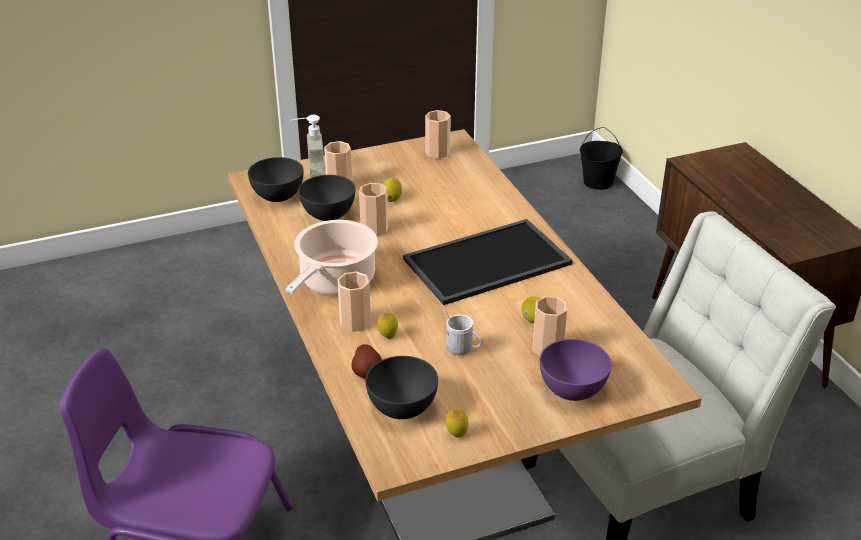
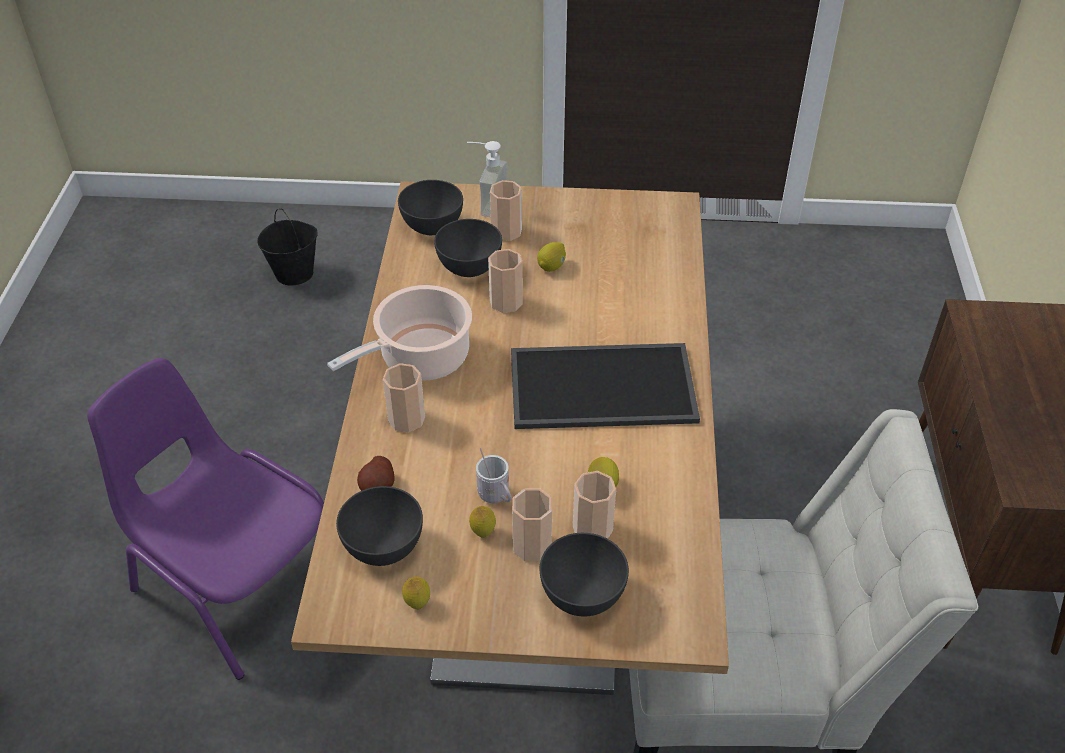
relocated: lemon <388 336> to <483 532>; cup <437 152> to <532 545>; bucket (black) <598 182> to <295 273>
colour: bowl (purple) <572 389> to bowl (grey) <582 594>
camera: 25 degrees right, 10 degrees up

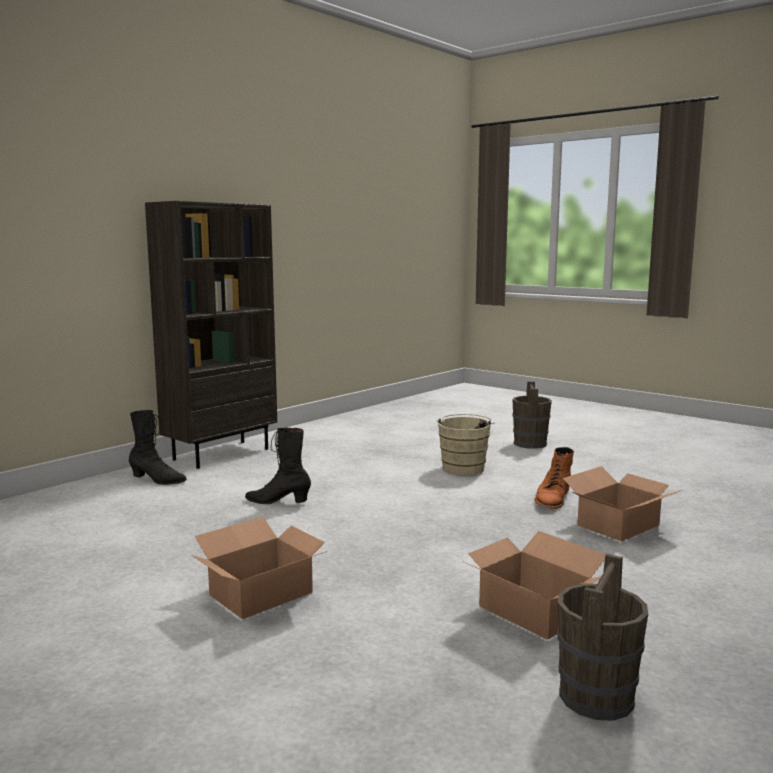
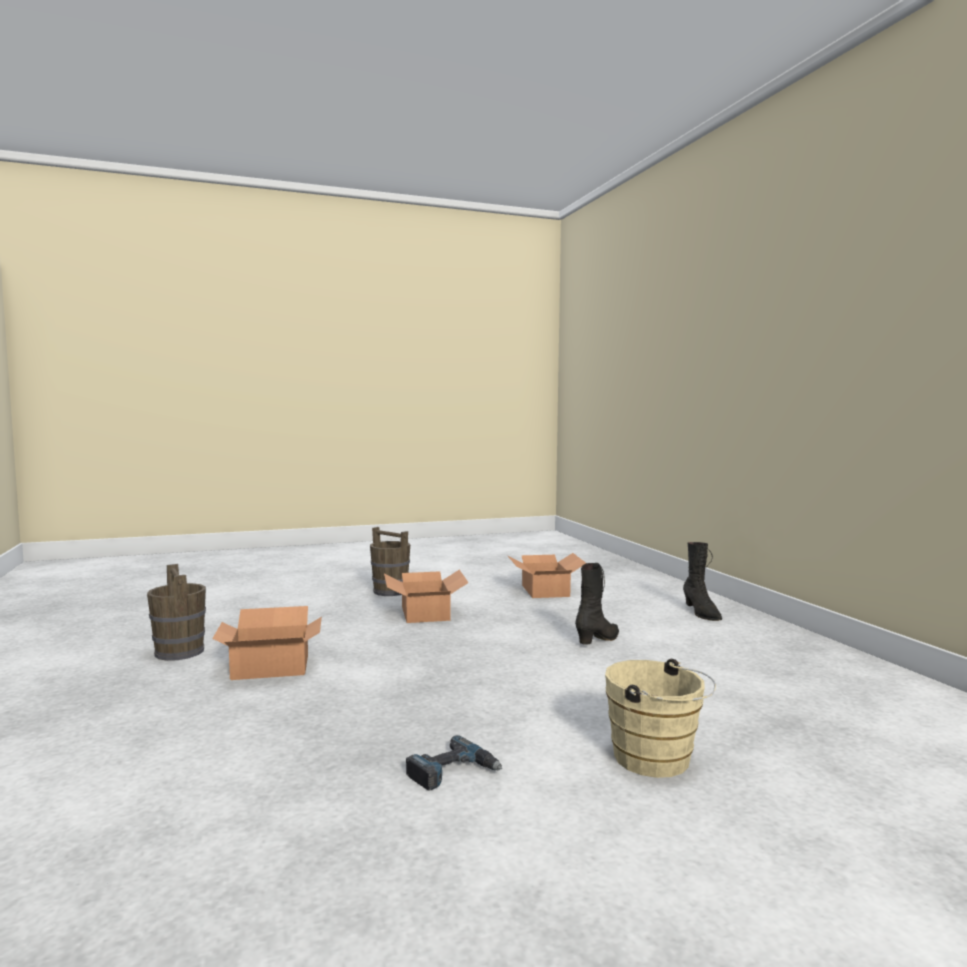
missing: bookcase (brown) <221 454>
relocated: bucket (brown) <530 444> to <390 591>; cardboard box <617 525> to <546 590>
exchanged: boot (orange) <552 499> to power drill <453 773>
spun: boot (black) <157 480> = <701 613> 60 degrees counterclockwise
camera: 120 degrees right, 5 degrees down

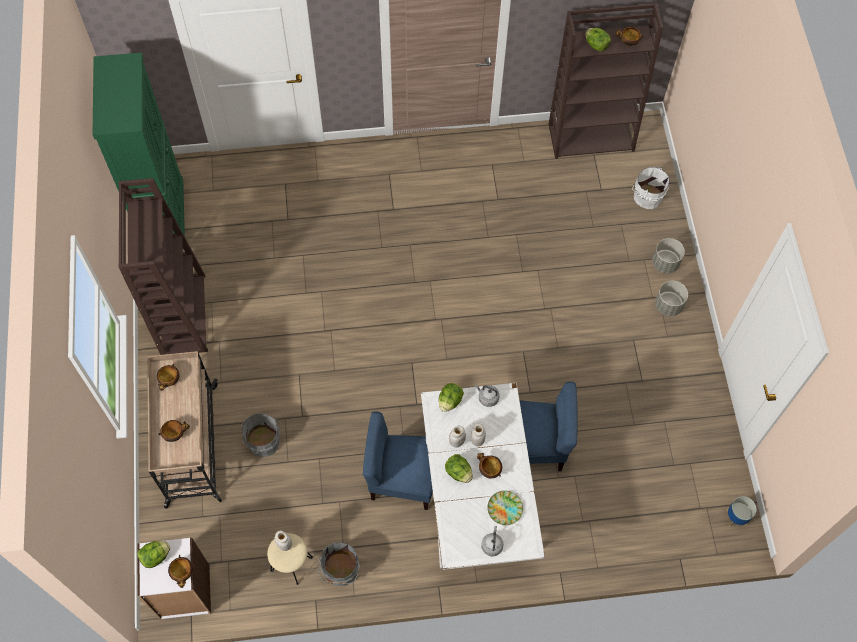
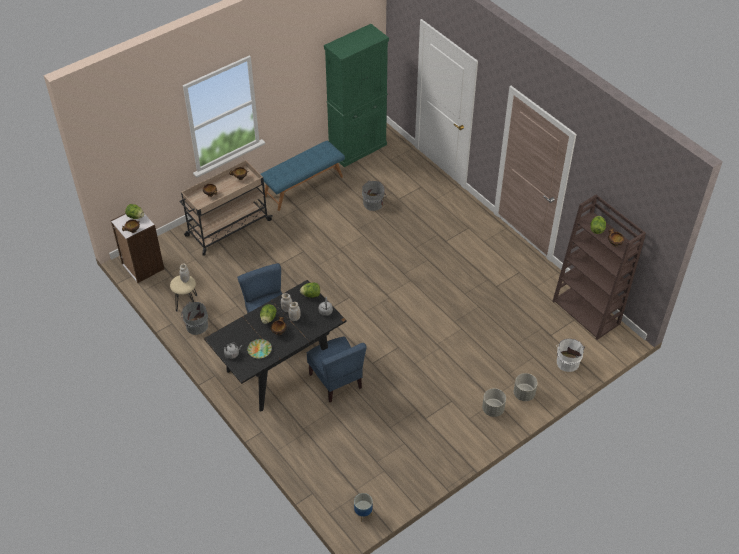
relocated: bucket (grey) <264 440> to <374 203>
exchanged: bookcase (brown) <182 314> to bench (blue) <303 186>
colour: dining table (white) <476 502> to dining table (black) <279 369>
camera: 60 degrees right, 15 degrees down

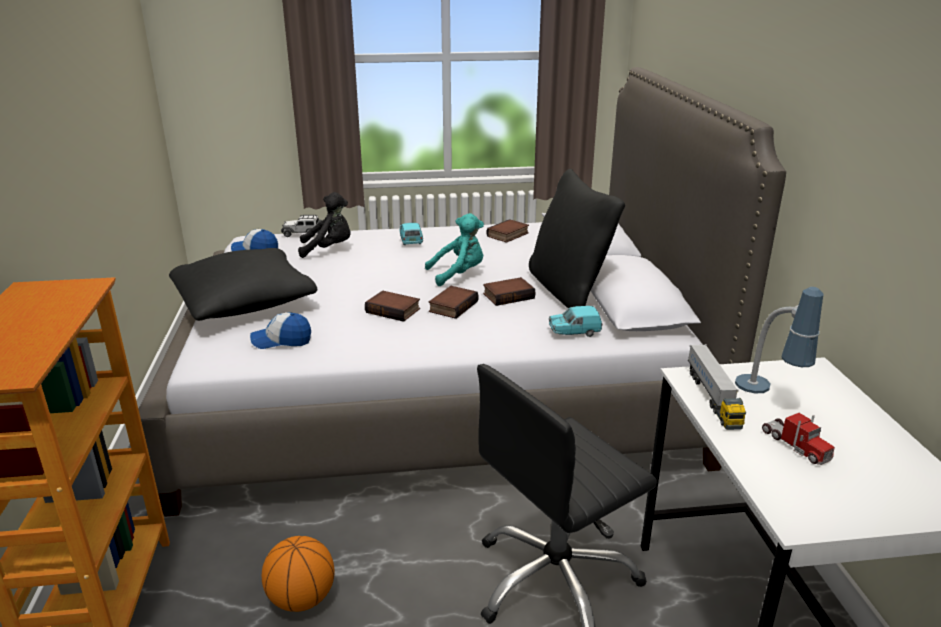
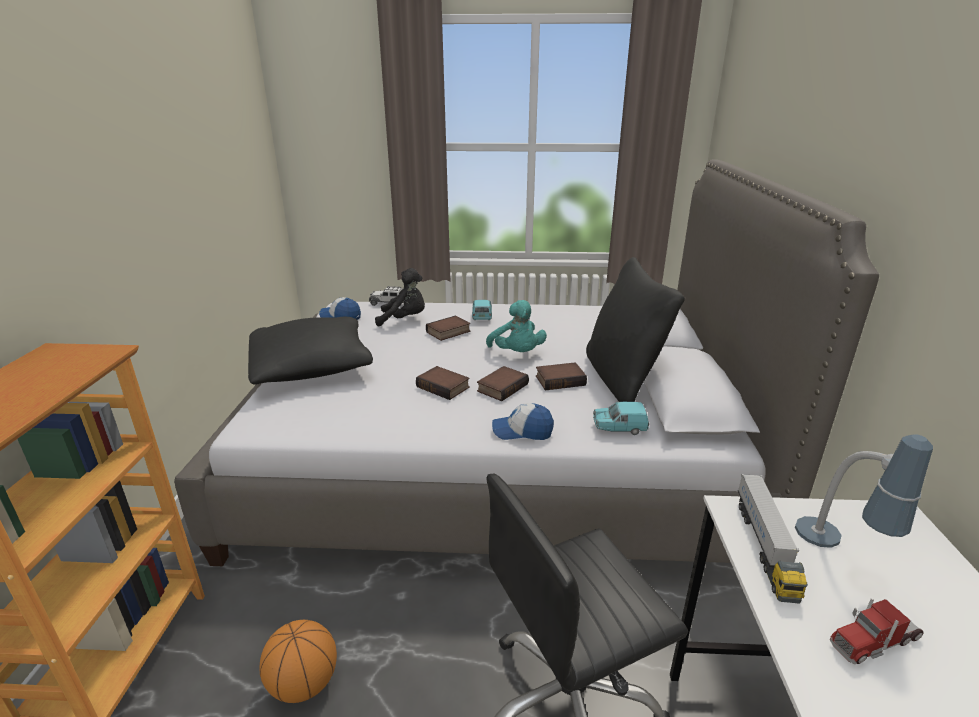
relocated: cap <282 340> to <522 431>; book <508 235> to <448 332>
spun: plush toy (turquoise) <458 274> = <517 354> 75 degrees clockwise; toy truck <795 445> = <874 641> 90 degrees clockwise
camera: 10 degrees right, 0 degrees up

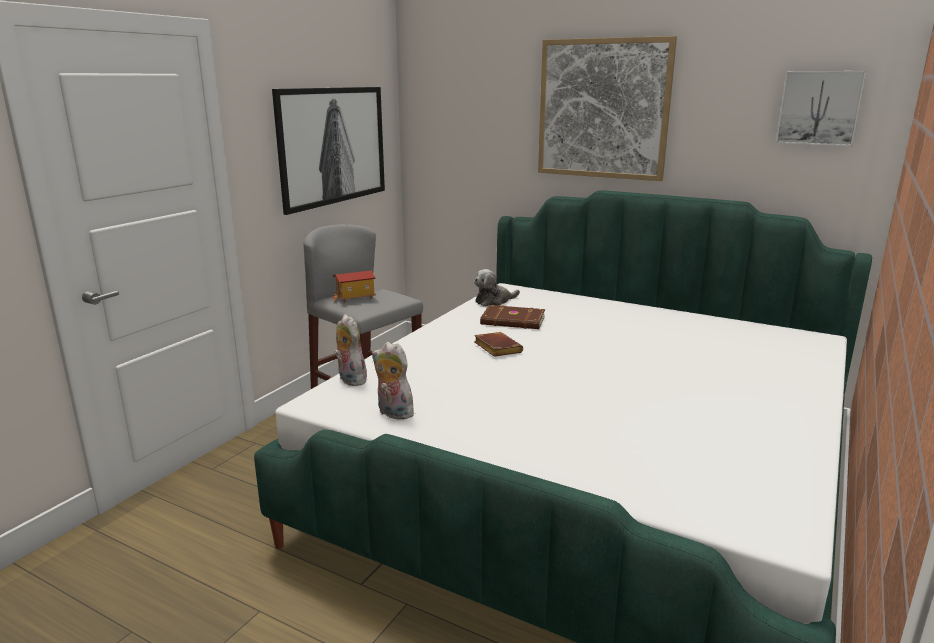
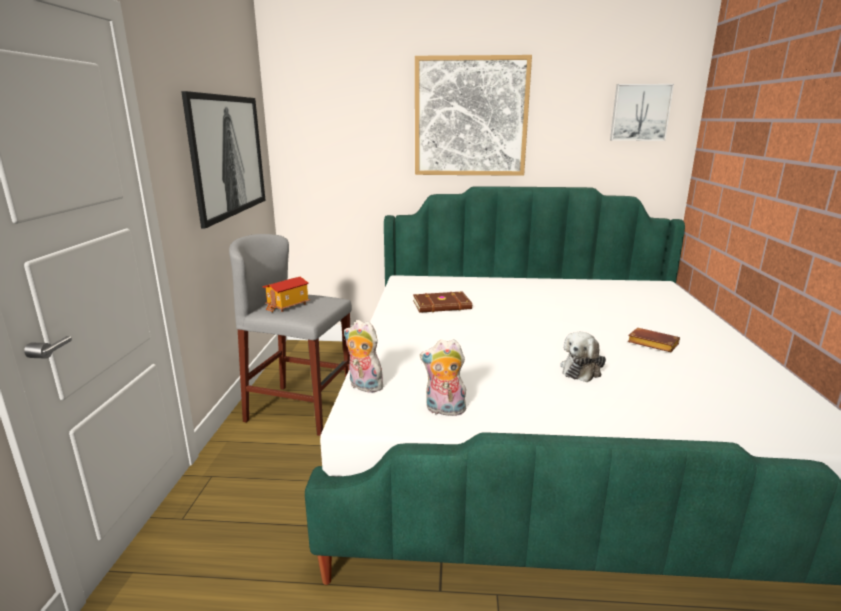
relocated: plush toy <494 301> to <582 370>; book (brown) <496 348> to <651 344>
camera: 25 degrees left, 0 degrees up

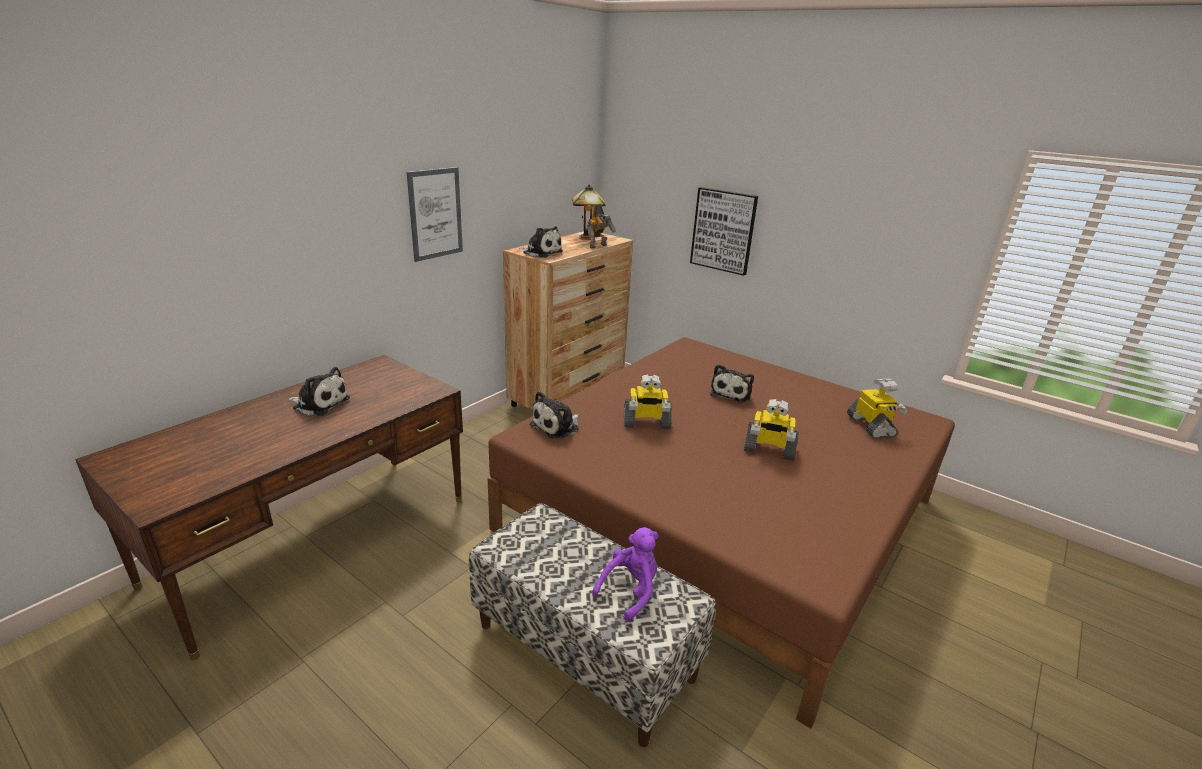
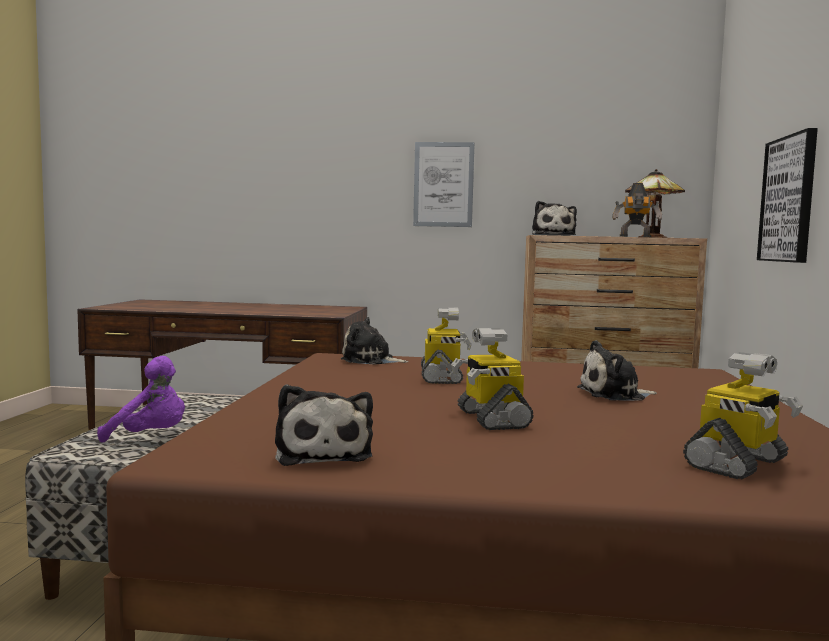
relocated: plush toy <319 403> to <323 453>
spun: toy robot <646 423> = <442 377> 150 degrees counterclockwise
camera: 60 degrees right, 20 degrees down

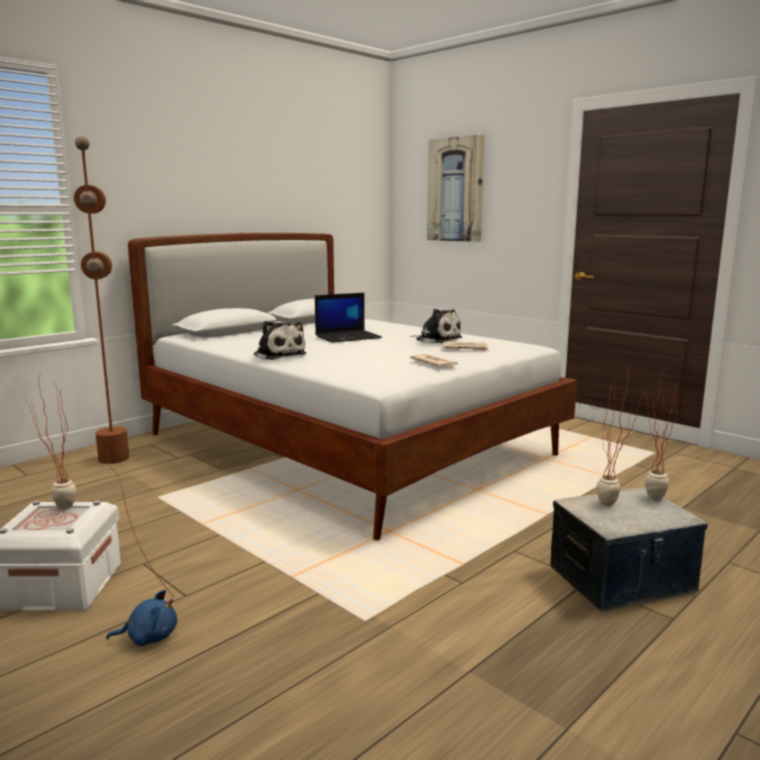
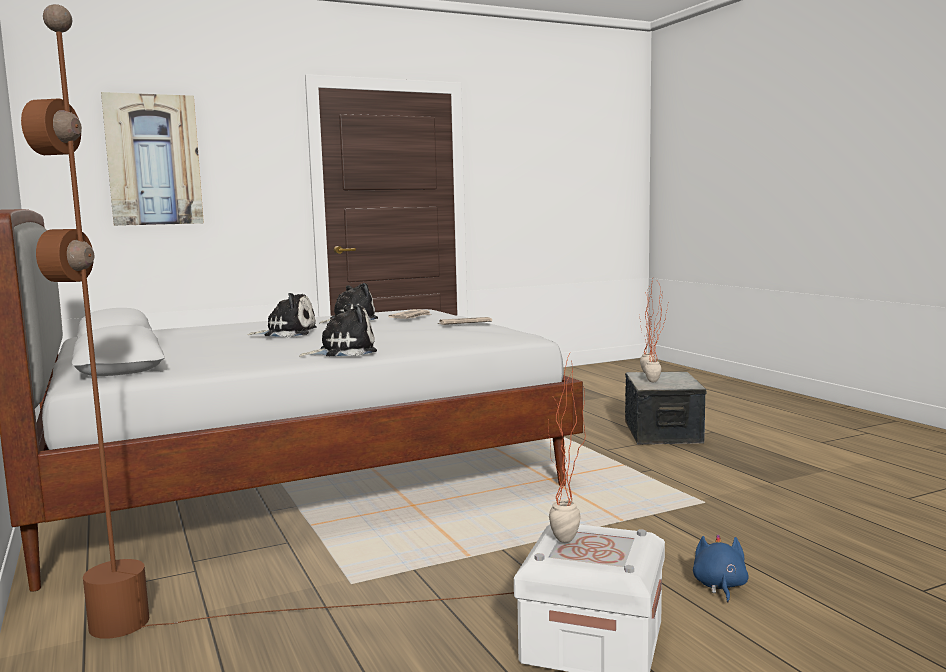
exchanged: laptop <348 337> to plush toy <287 333>
camera: 70 degrees left, 5 degrees down

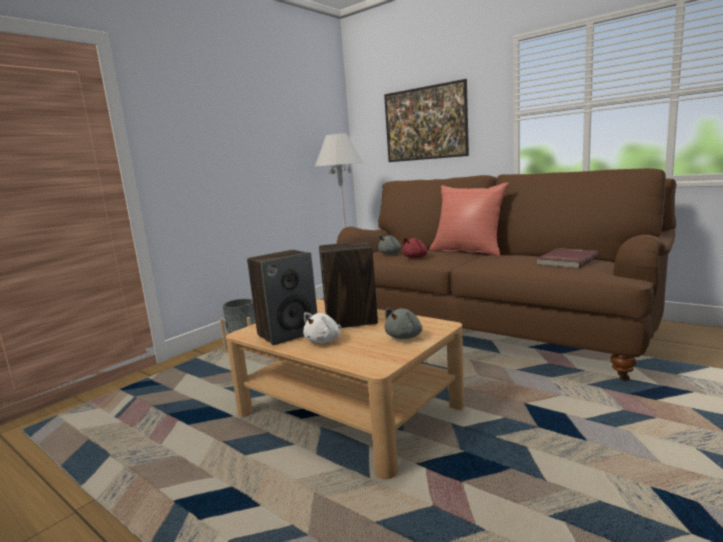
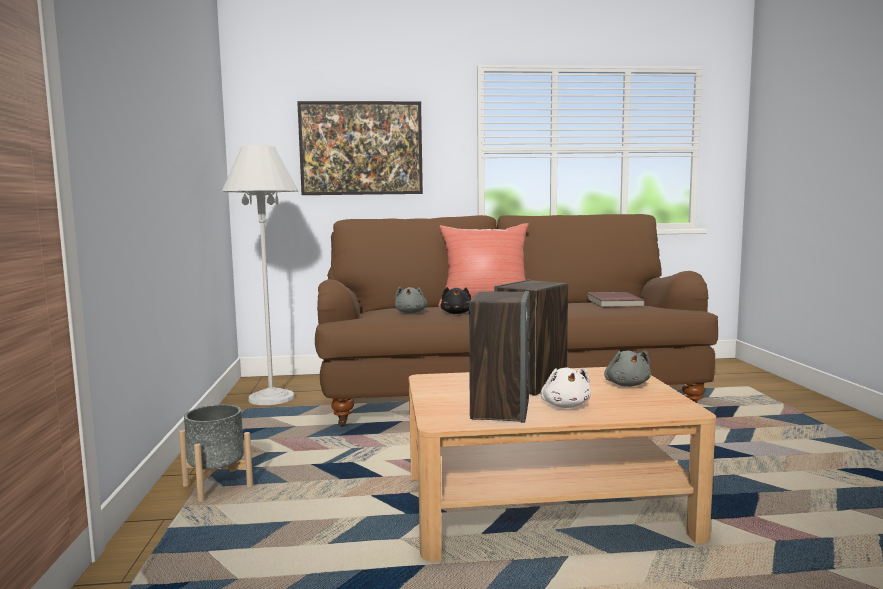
colour: plush toy (red) <416 258> to plush toy (black) <457 313>
camera: 45 degrees left, 5 degrees down

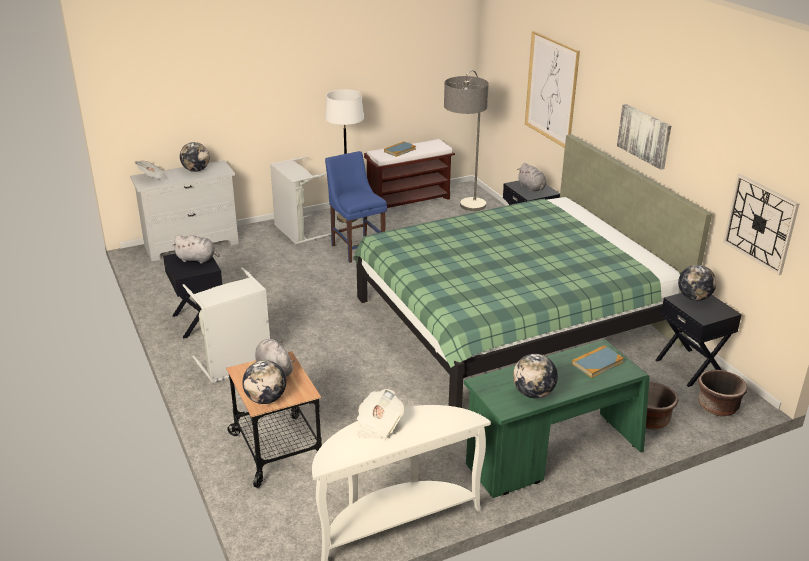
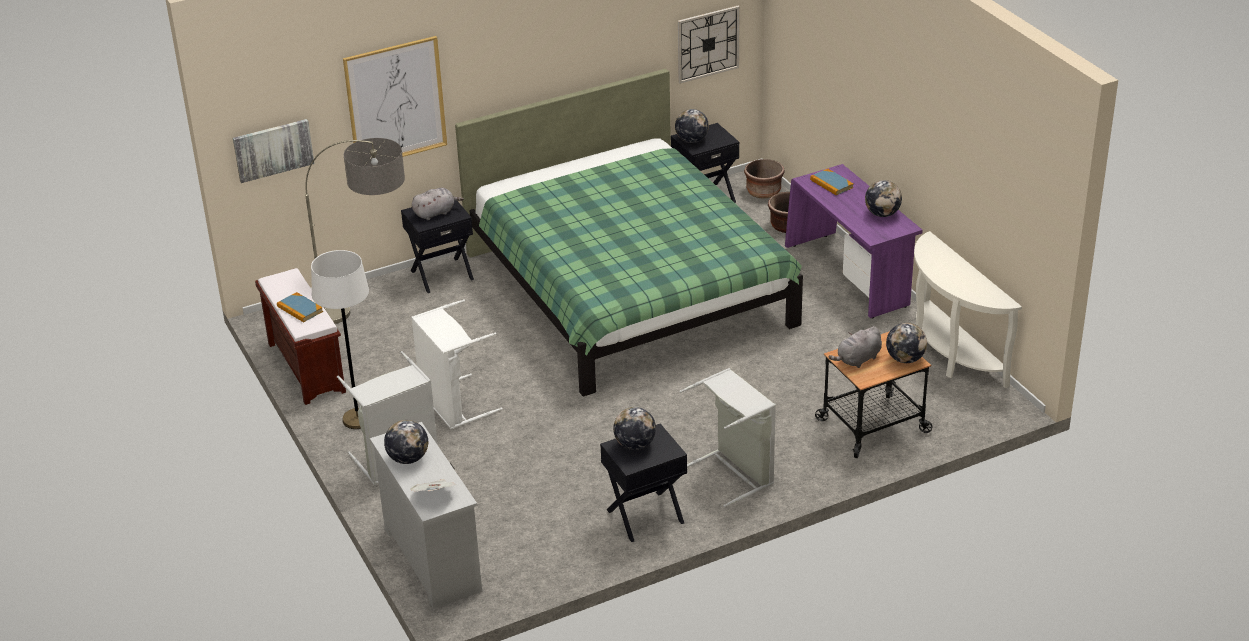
missing: newspaper <378 425>
relocated: picture <644 135> to <273 149>
exchanged: plush toy (grey) <197 259> to globe <635 445>; chair (blue) <356 248> to laundry basket (white) <452 405>
colour: desk (green) <552 457> to desk (purple) <849 276>
camera: 90 degrees left, 5 degrees up

